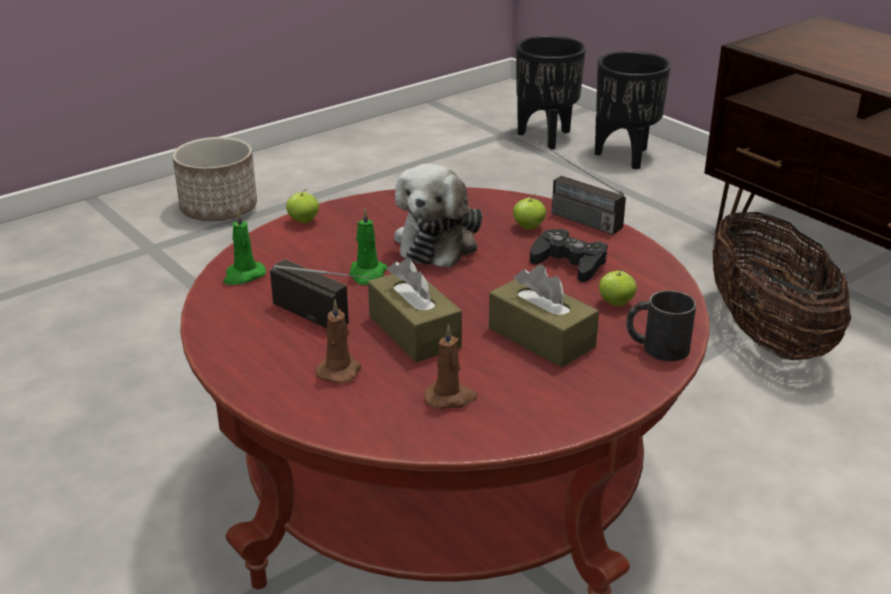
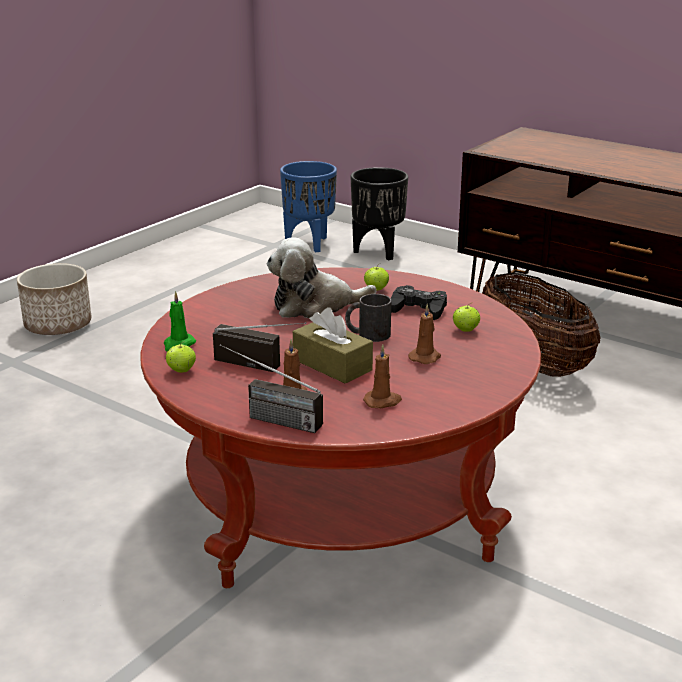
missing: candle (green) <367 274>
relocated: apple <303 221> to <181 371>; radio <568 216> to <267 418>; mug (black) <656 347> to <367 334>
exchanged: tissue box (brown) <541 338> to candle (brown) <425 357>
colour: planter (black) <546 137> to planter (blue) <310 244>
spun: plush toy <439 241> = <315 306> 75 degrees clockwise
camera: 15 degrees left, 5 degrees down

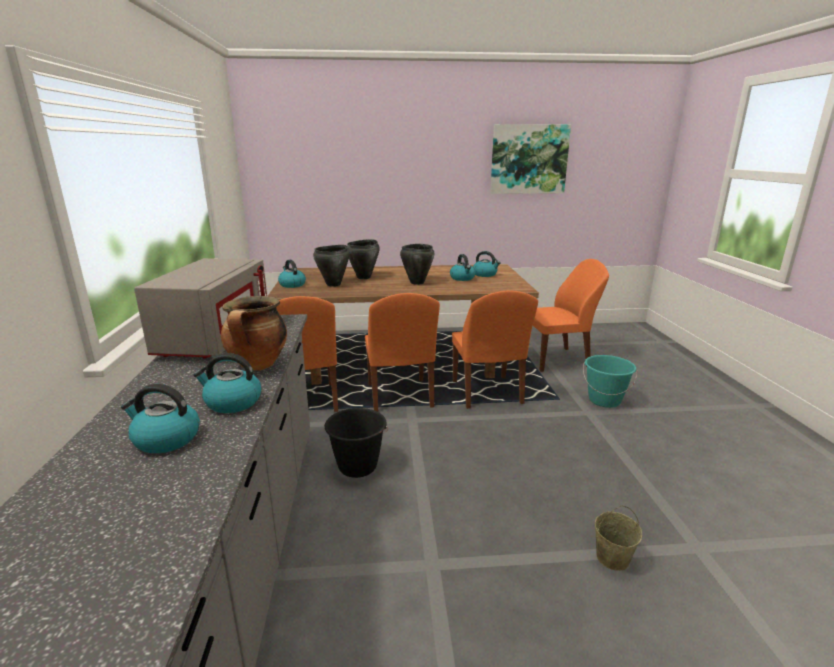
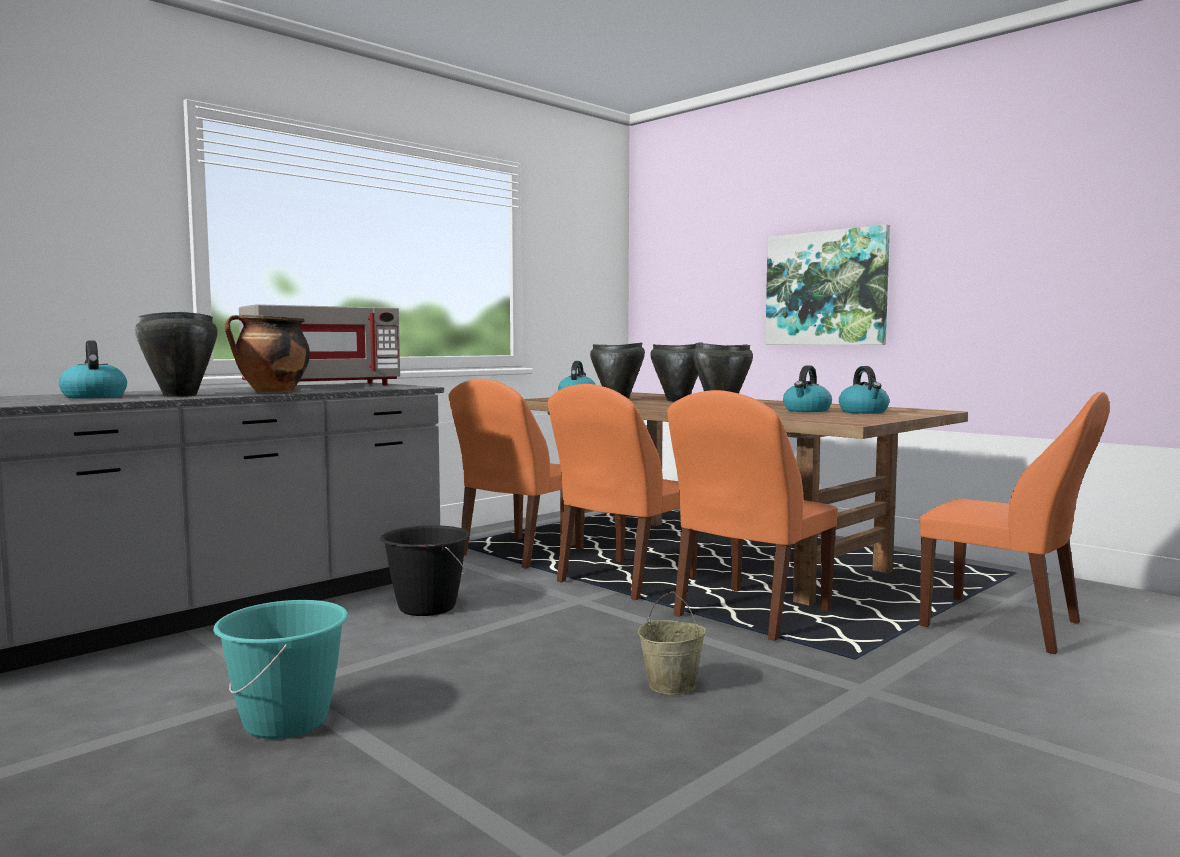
relocated: picture <529 159> to <826 288>; bucket (turquoise) <604 400> to <287 721>; bucket (beige) <612 557> to <672 685>
exchanged: kettle <232 402> to cooking pot (black) <179 395>
camera: 50 degrees right, 15 degrees down

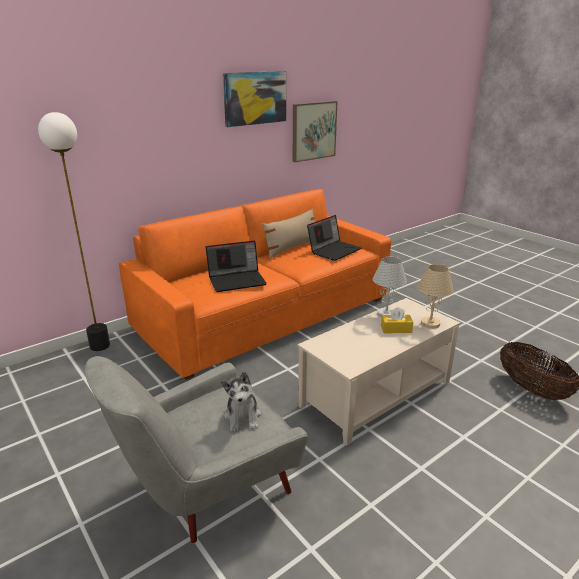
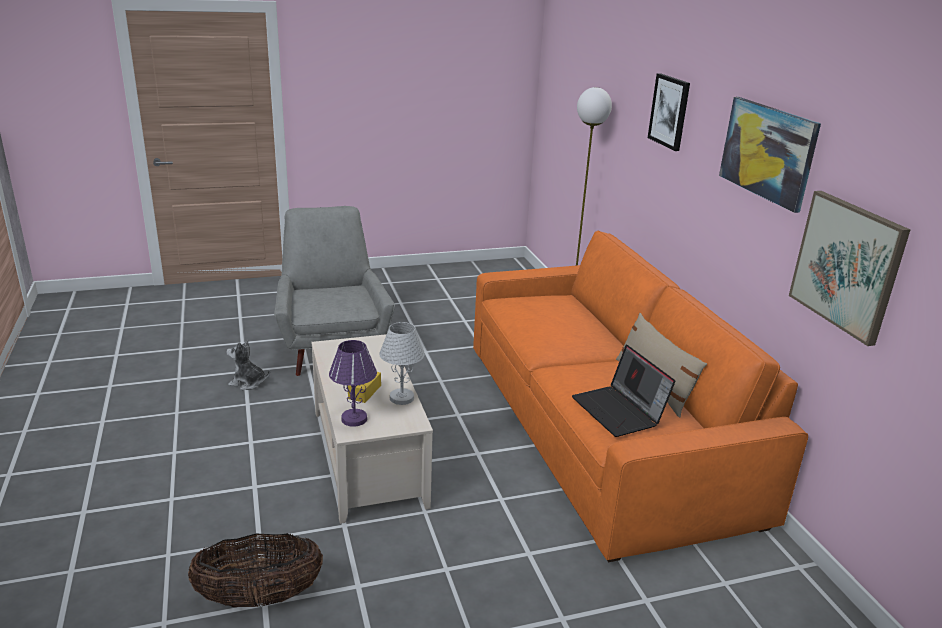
missing: laptop <237 280>
appeared: picture <669 111>
relocated: plush toy <243 416> to <248 383>
colour: table lamp (beige) <430 323> to table lamp (purple) <354 419>
camera: 110 degrees right, 0 degrees up

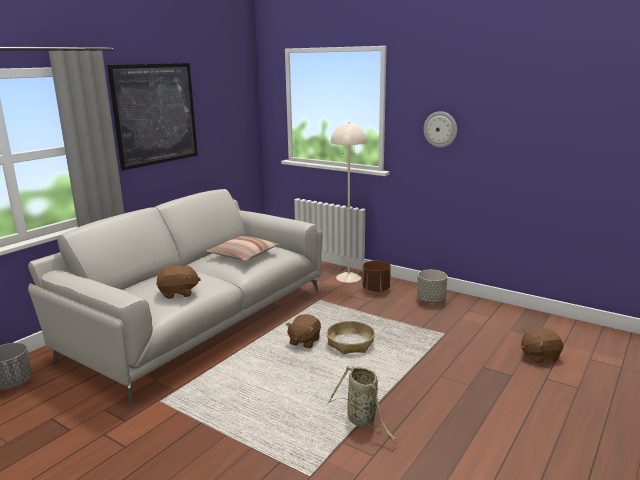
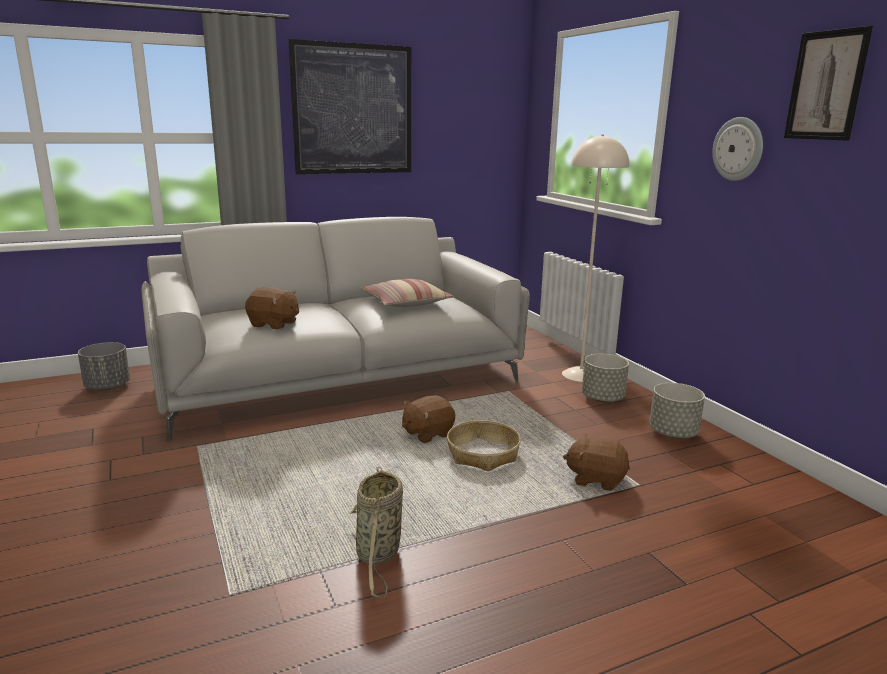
appeared: picture <826 85>
relocated: plush toy (brown) <539 356> to <596 479>
colour: planter (brown) <376 289> to planter (grey) <602 398>
camera: 30 degrees right, 0 degrees up

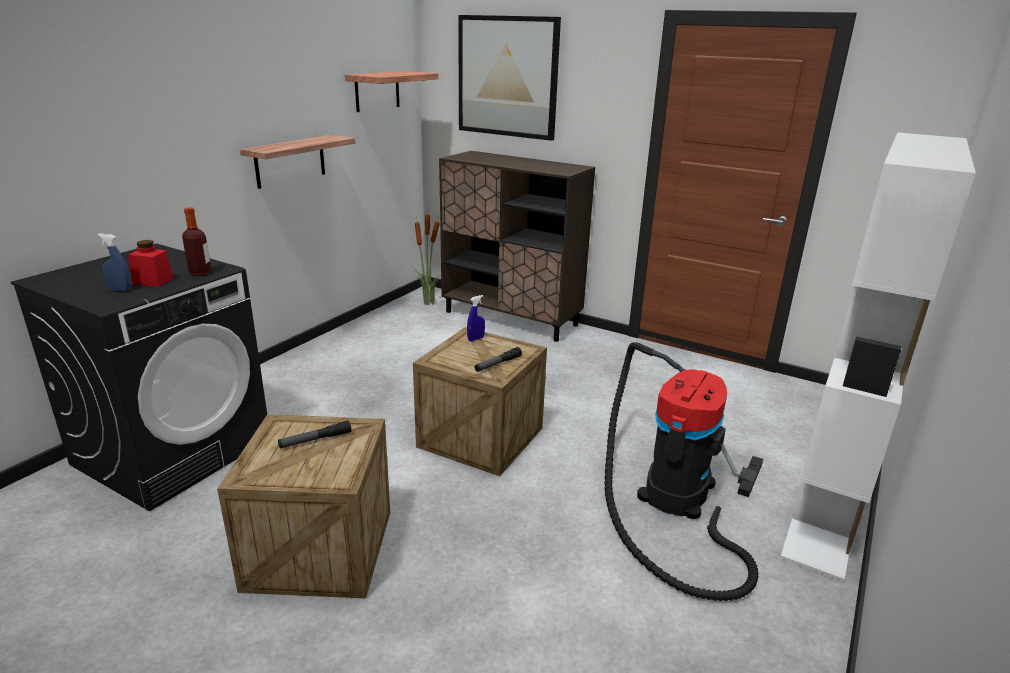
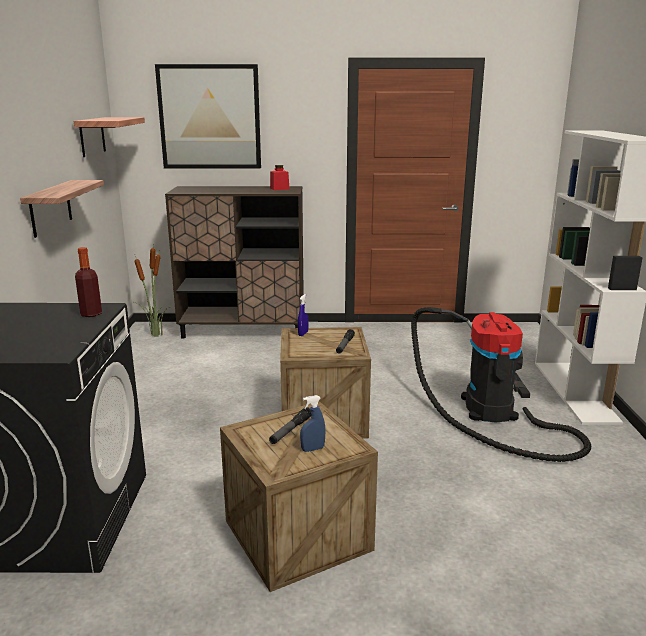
relocated: spray bottle (blue) <120 290> to <312 449>; jar (red) <153 281> to <279 188>
camera: 30 degrees left, 5 degrees down

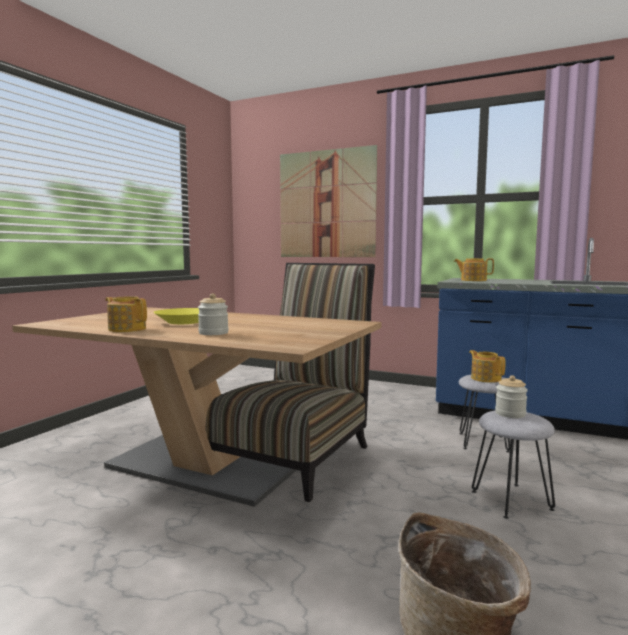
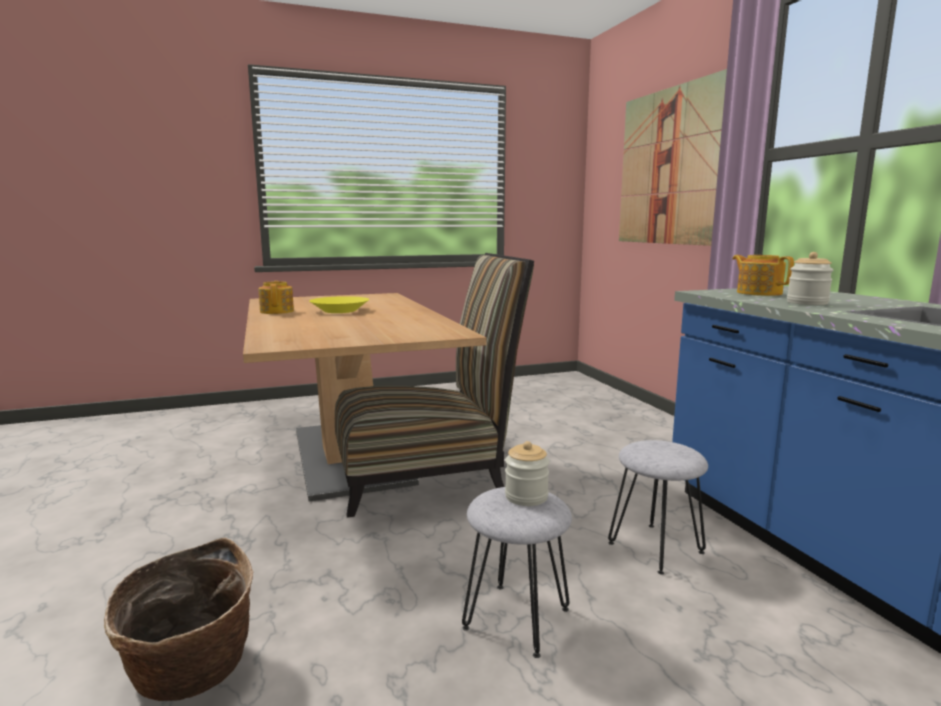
missing: teapot <485 378>
relocated: jar <213 333> to <807 303>
camera: 45 degrees right, 5 degrees up

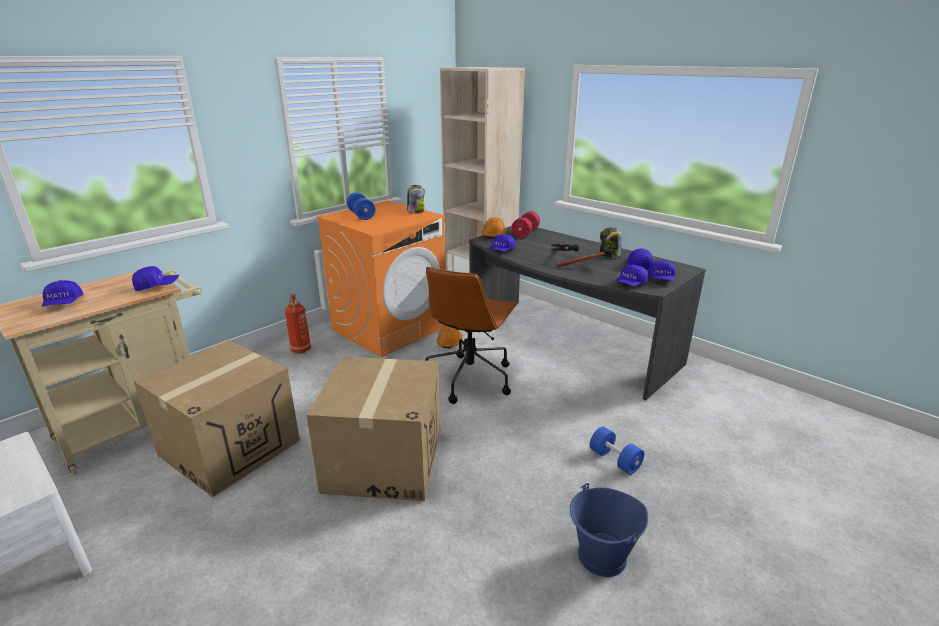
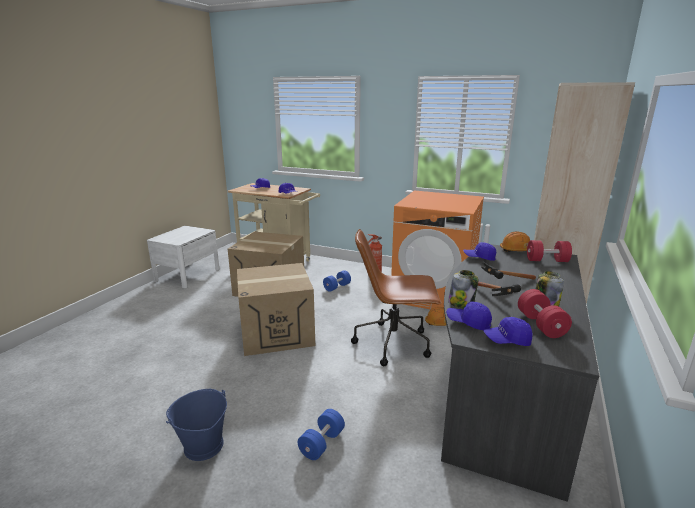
relocated: dumbbell (blue) <361 215> to <337 287>; jar <415 211> to <461 303>
exchanged: cap (blue) <639 264> to dumbbell (red) <541 325>
camera: 70 degrees right, 5 degrees down

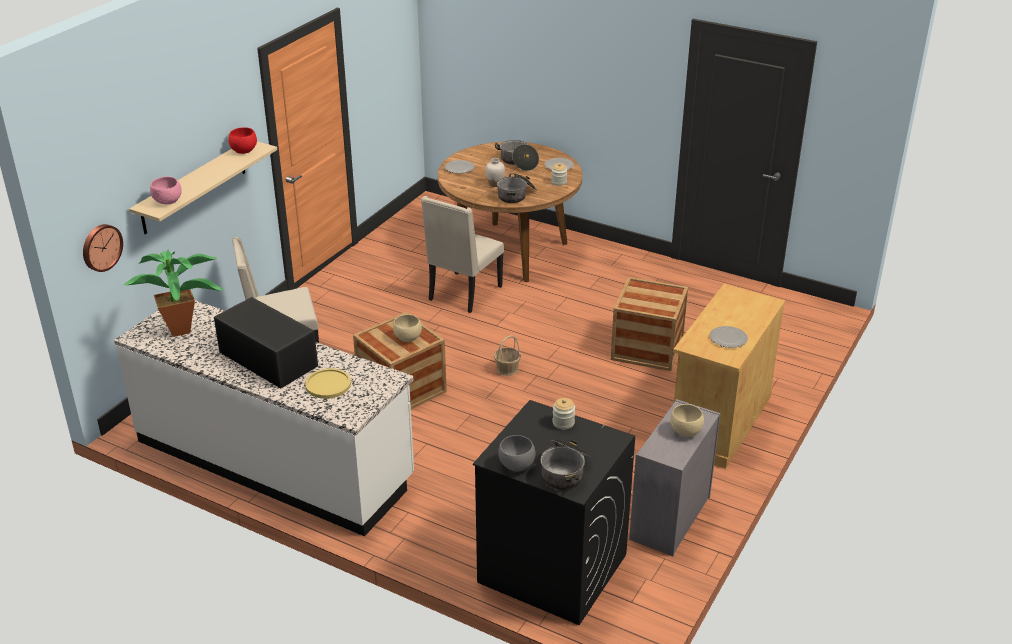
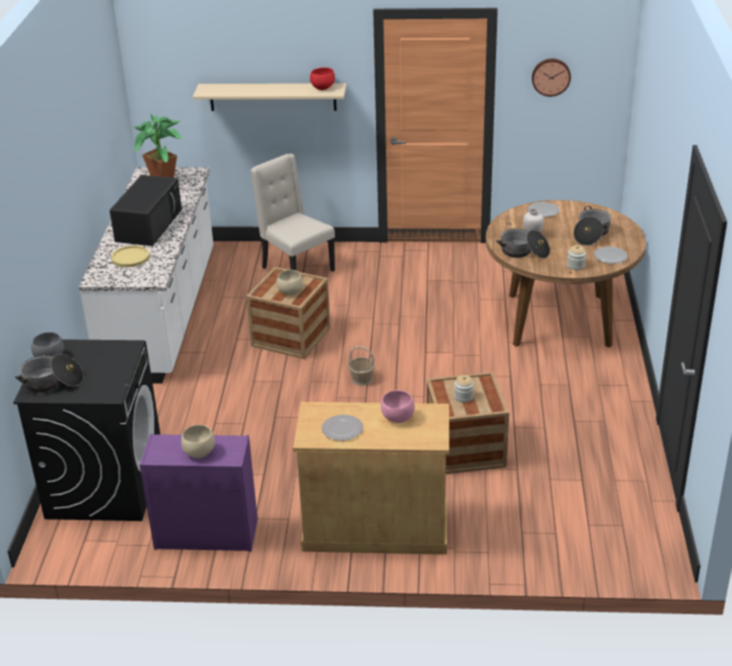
missing: chair (beige) <463 294>
relocated: wall clock <101 247> to <551 76>; bowl (pink) <168 202> to <398 418>; jar <563 423> to <463 397>
colour: dresser (grey) <669 519> to dresser (purple) <205 534>
camera: 65 degrees right, 0 degrees up

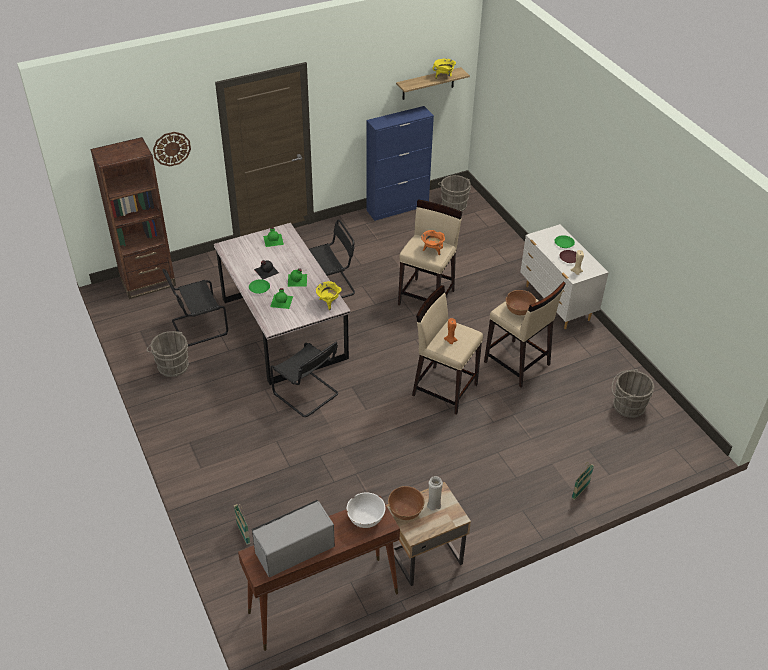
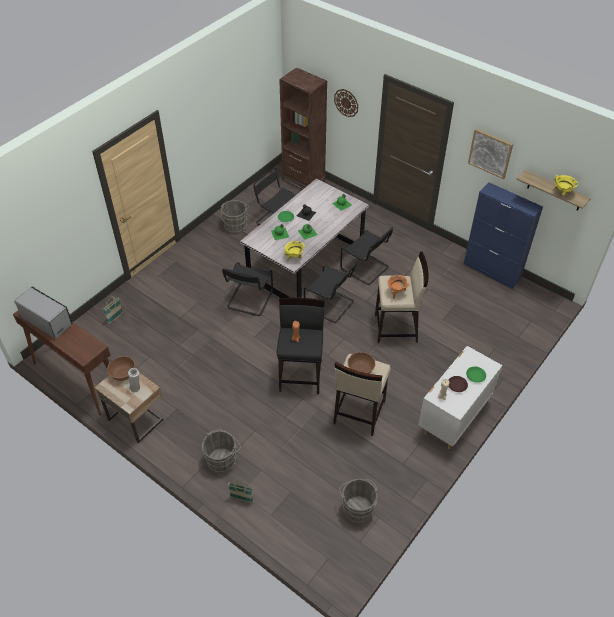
missing: bowl (white) <365 518>
appeared: chair (black) <331 305>; picture <490 153>
relocated: bucket (grey) <453 205> to <222 459>
colour: stool (beige) <444 389> to stool (black) <301 375>
camera: 65 degrees right, 5 degrees up

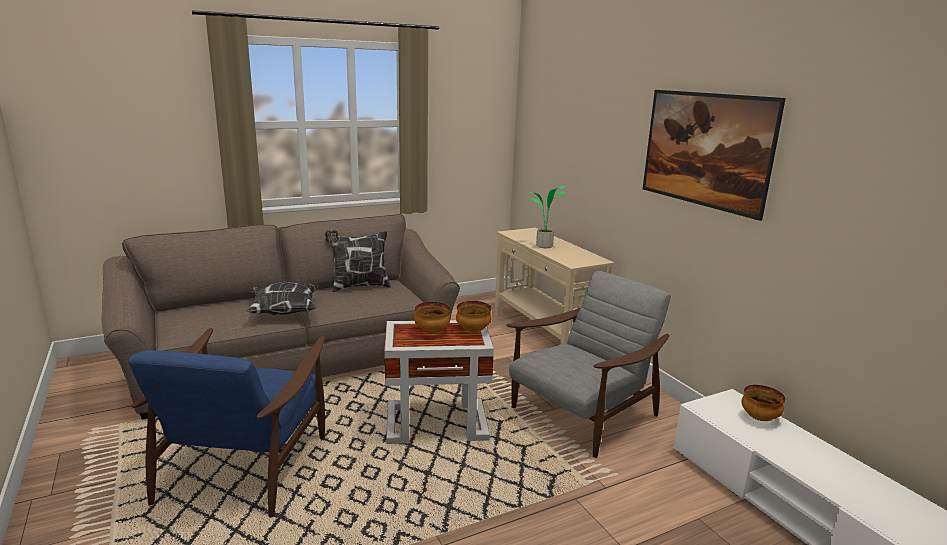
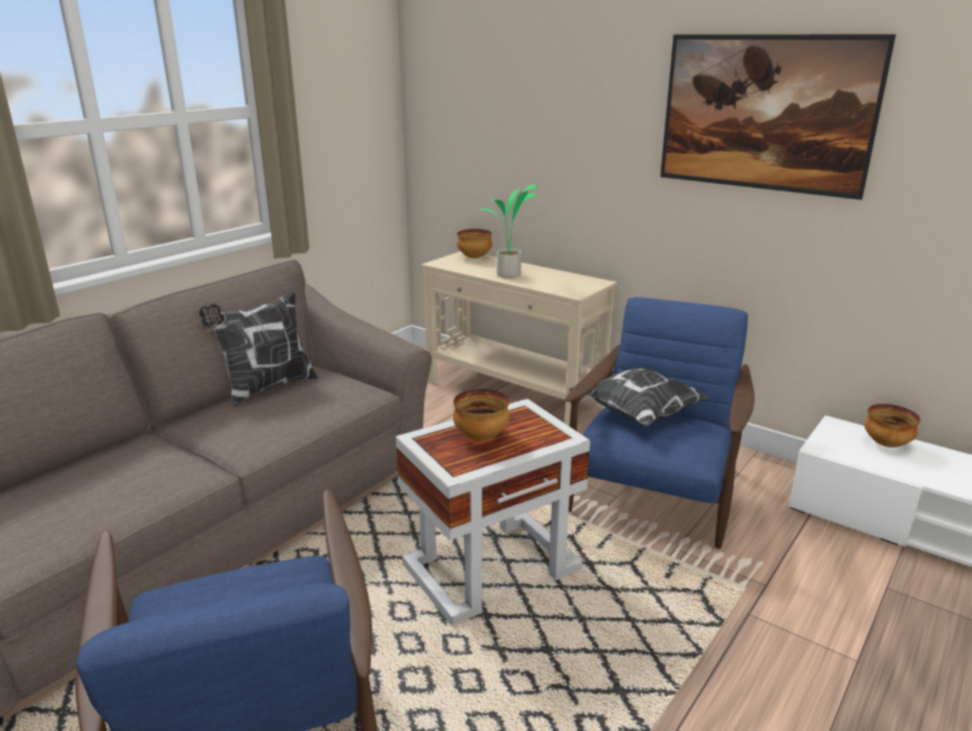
relocated: pillow <284 312> to <636 414>; bowl <472 331> to <474 258>
colour: armchair (grey) <582 414> to armchair (blue) <654 494>
camera: 25 degrees left, 5 degrees up

